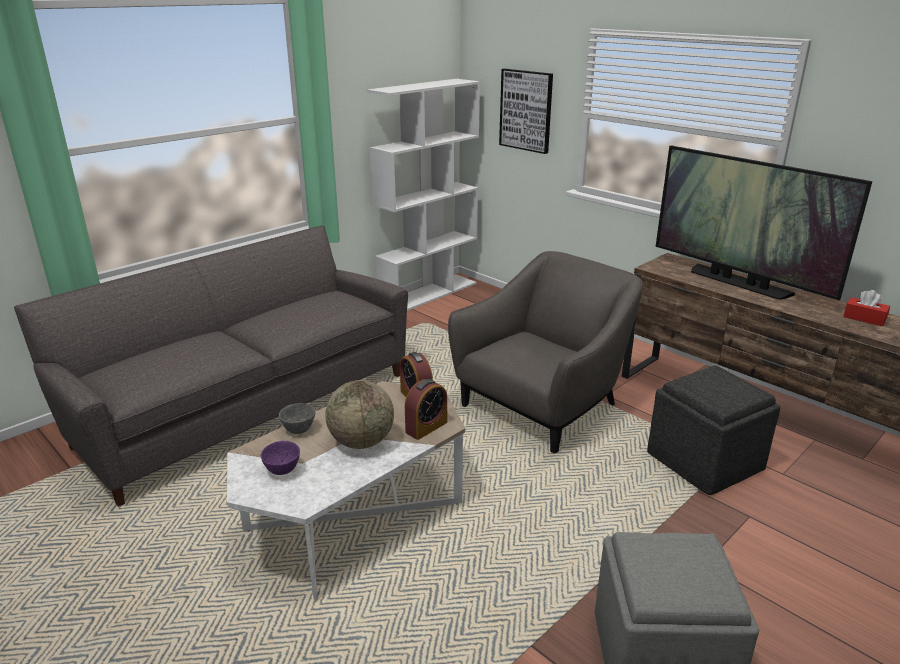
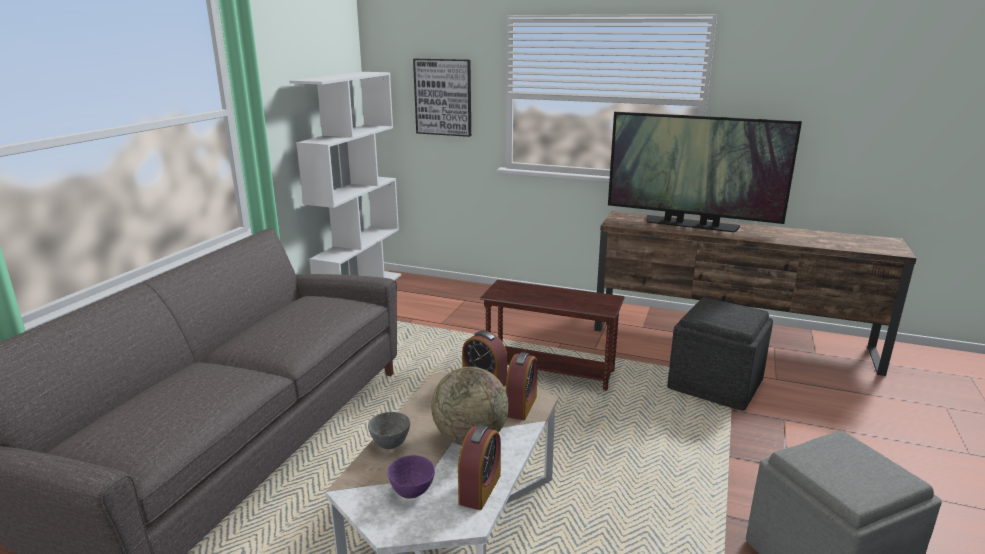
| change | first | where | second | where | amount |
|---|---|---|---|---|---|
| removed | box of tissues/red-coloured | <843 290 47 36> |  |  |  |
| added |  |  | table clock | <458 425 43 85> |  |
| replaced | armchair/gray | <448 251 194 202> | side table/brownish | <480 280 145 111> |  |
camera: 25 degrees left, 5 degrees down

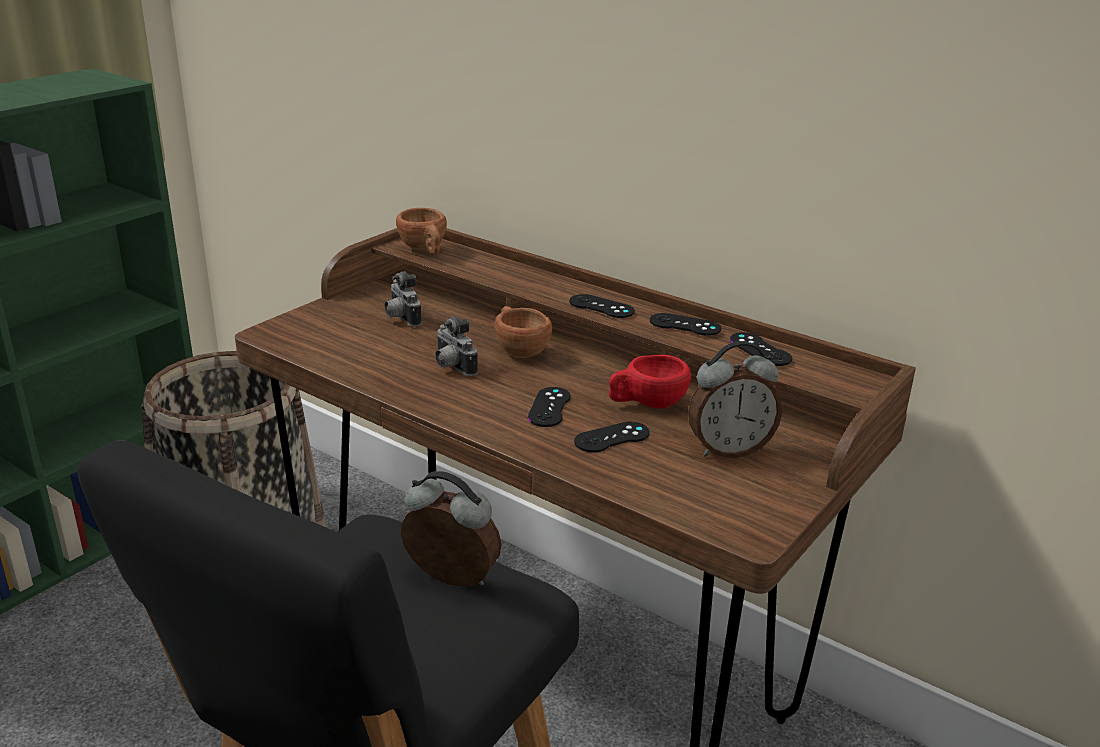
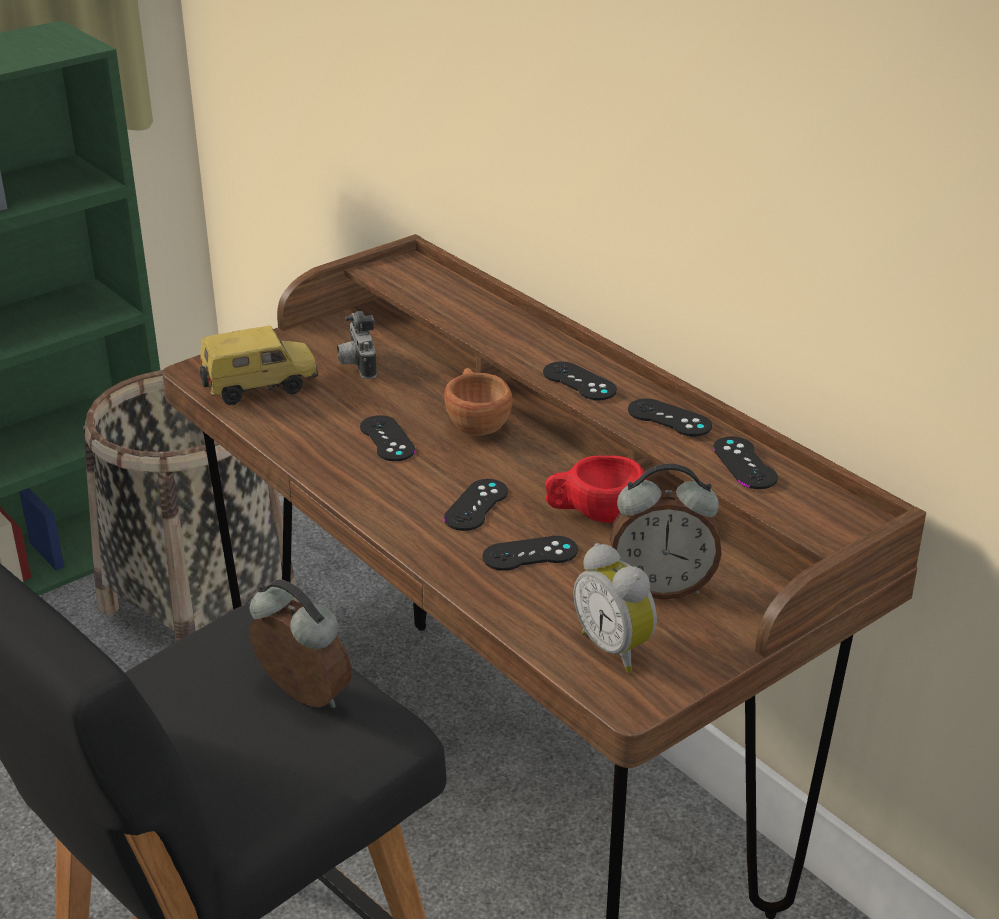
| change | first | where | second | where | amount |
|---|---|---|---|---|---|
| removed | small cup/brownish | <396 208 51 47> |  |  |  |
| added |  |  | model car | <200 326 118 79> |  |
| added |  |  | table clock | <573 543 84 129> |  |
| replaced | still camera | <435 316 43 60> | joypad/blackish | <360 415 55 46> |  |
camera: 15 degrees right, 5 degrees up

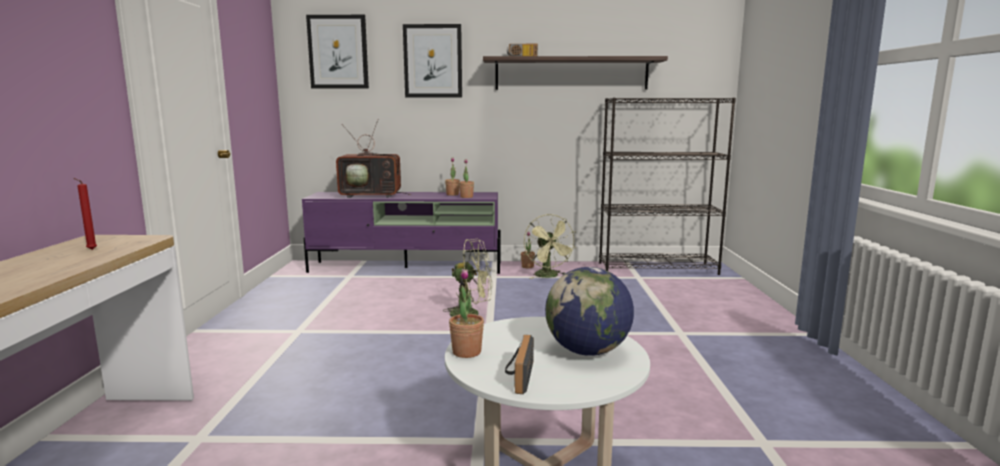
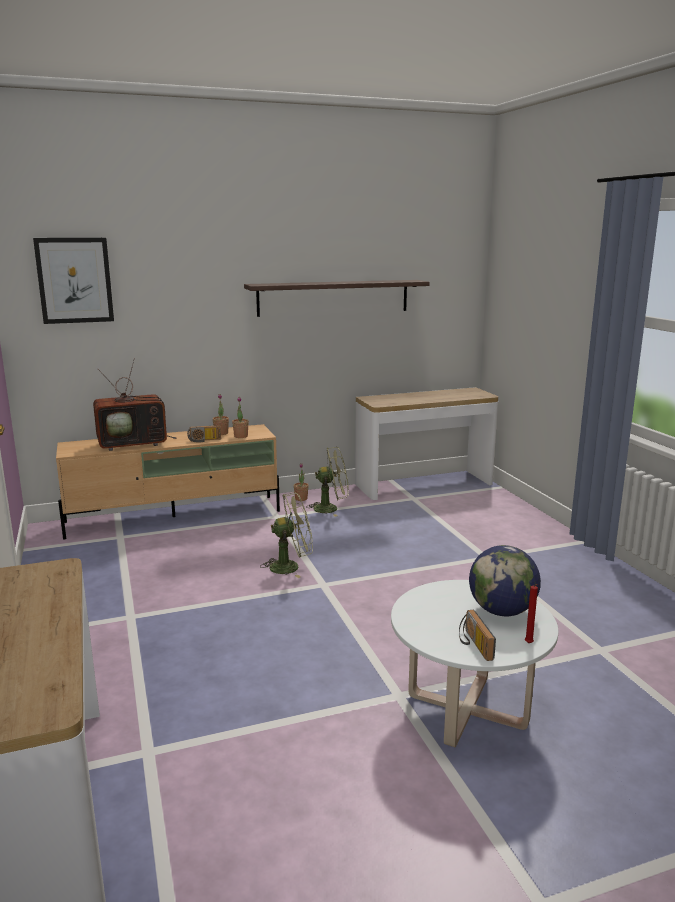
| change | first | where | second | where | amount |
|---|---|---|---|---|---|
| removed | picture | <403 24 59 74> |  |  |  |
| removed | plant in a pot | <449 269 35 89> |  |  |  |
| moved | wax light/red-coloured | <73 178 24 72> |  | <525 584 13 59> |  |
| moved | radio set | <507 43 31 13> |  | <187 425 34 17> |  |
| replaced | bookcase/blackish | <599 98 137 177> | narrow table | <355 387 143 113> |  |
| recoloured | tv unit/purple-coloured | <302 192 199 82> | tv unit/beige-coloured | <56 424 224 115> |  |
| turned | fan/greenish | <524 214 52 65> |  | <306 447 43 70> | 60 degrees counterclockwise |
camera: 20 degrees left, 5 degrees up

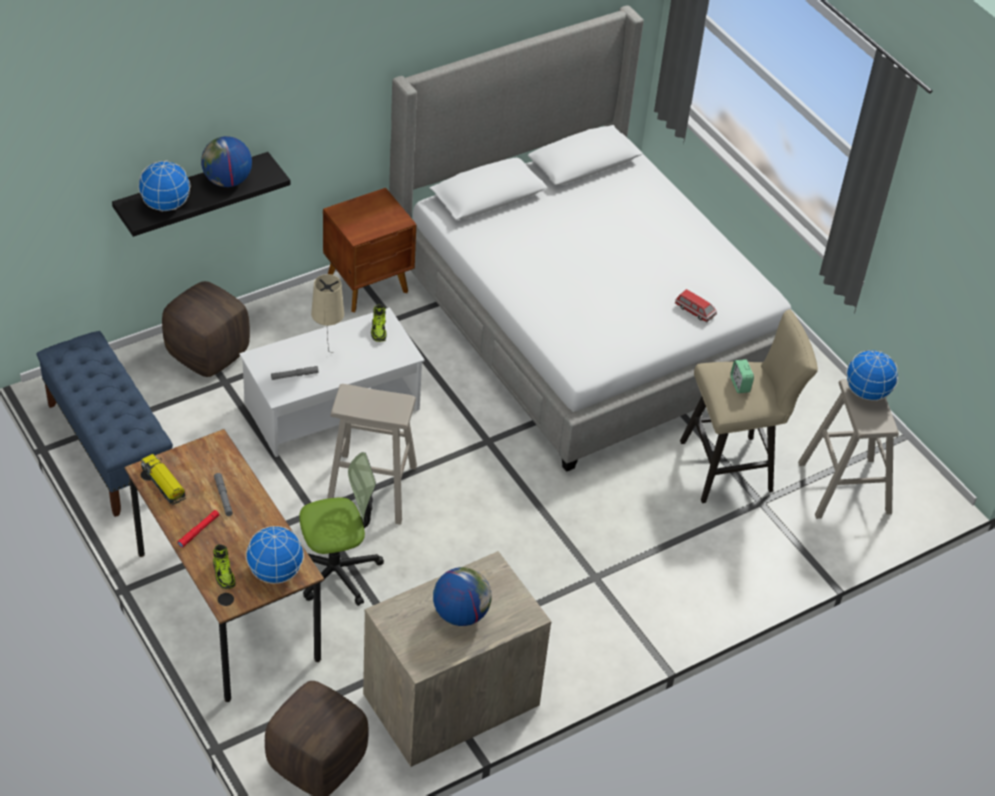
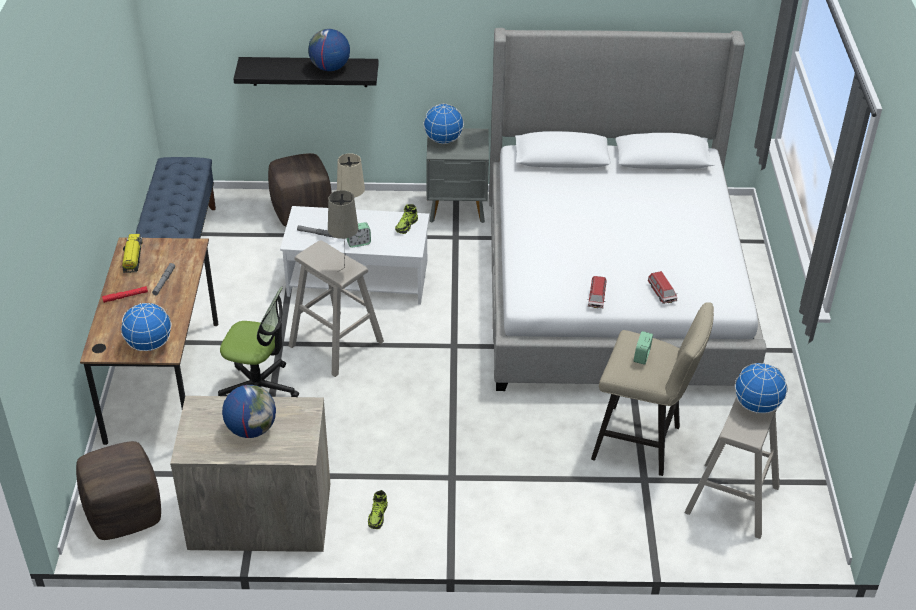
| change | first | where | second | where | amount |
|---|---|---|---|---|---|
| added |  |  | table lamp/beige-coloured | <328 190 30 79> |  |
| added |  |  | table clock | <347 222 24 26> |  |
| added |  |  | model car | <587 276 20 32> |  |
| moved | world globe | <138 160 52 52> |  | <424 103 40 41> |  |
| moved | low shoe | <213 544 23 45> |  | <368 490 20 39> |  |
| recoloured | night table/brownish | <323 188 94 124> | night table/gray | <426 128 63 95> |  |
camera: 35 degrees right, 5 degrees down

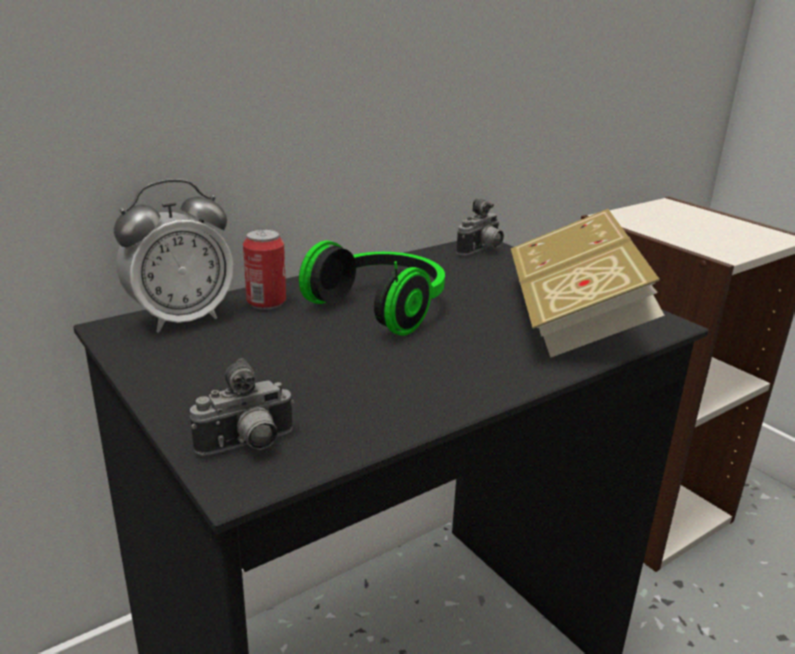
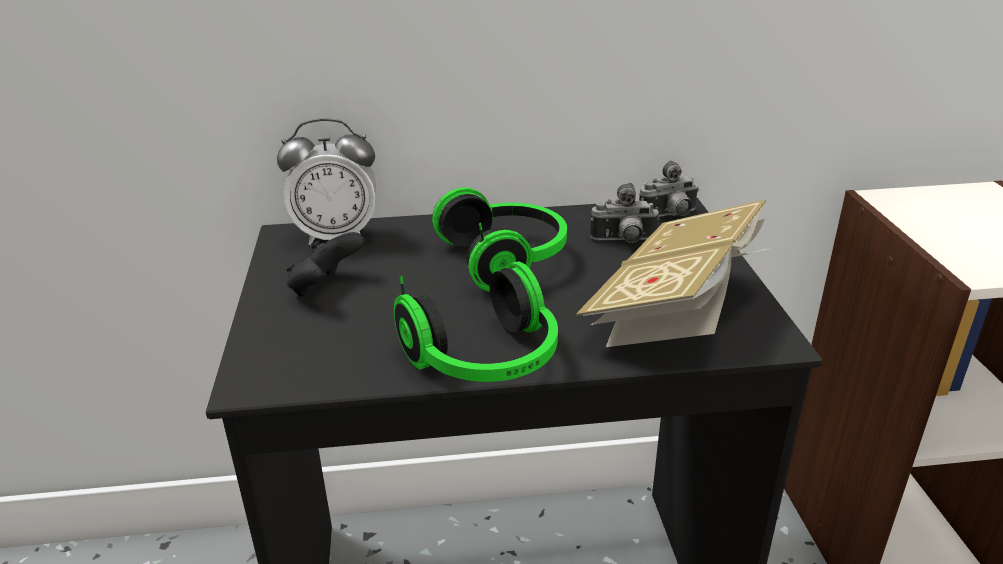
| change | first | where | second | where | amount |
|---|---|---|---|---|---|
| removed | metal can | <243 229 43 81> |  |  |  |
| added |  |  | joypad/blackish | <287 232 78 65> |  |
| added |  |  | pair of headphones | <394 261 164 121> |  |
| moved | still camera | <190 358 104 97> |  | <590 183 70 60> |  |
camera: 30 degrees right, 5 degrees up

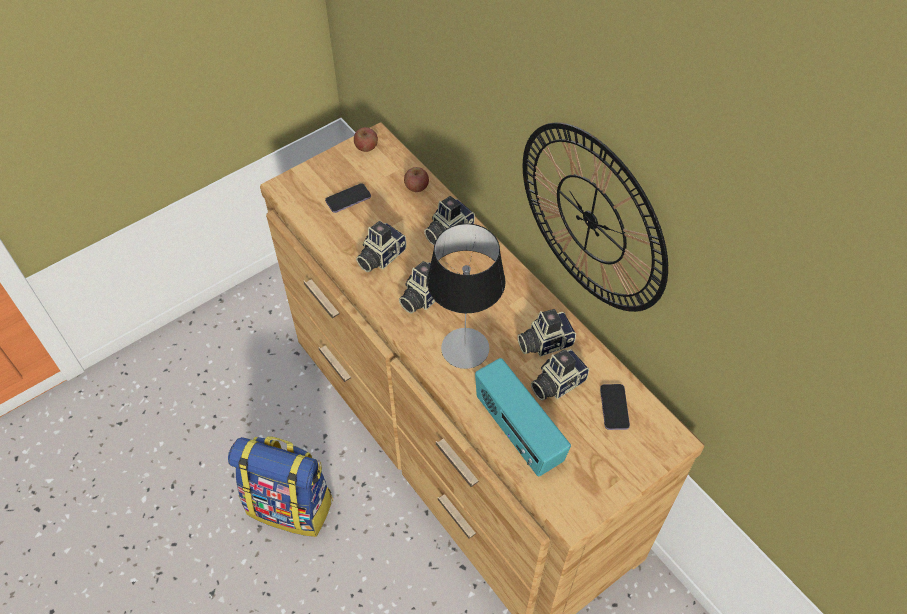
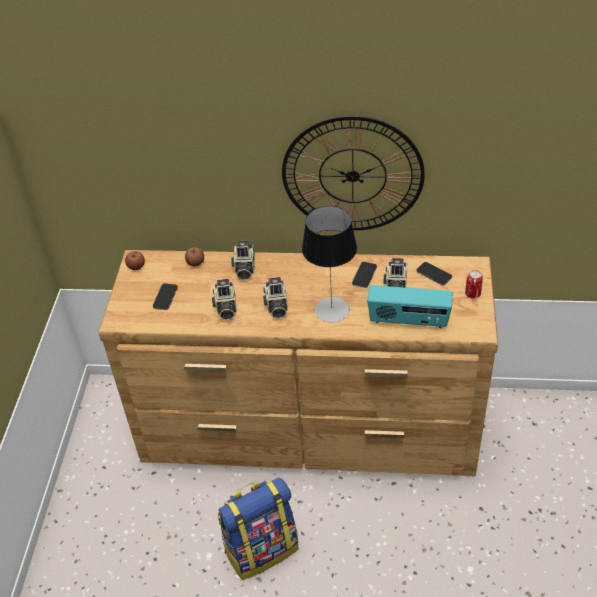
| change | first | where | second | where | amount |
|---|---|---|---|---|---|
| added |  |  | metal can | <465 270 18 29> |  |
| replaced | still camera | <517 309 59 48> | telephone | <352 262 25 26> |  |
camera: 45 degrees left, 10 degrees down

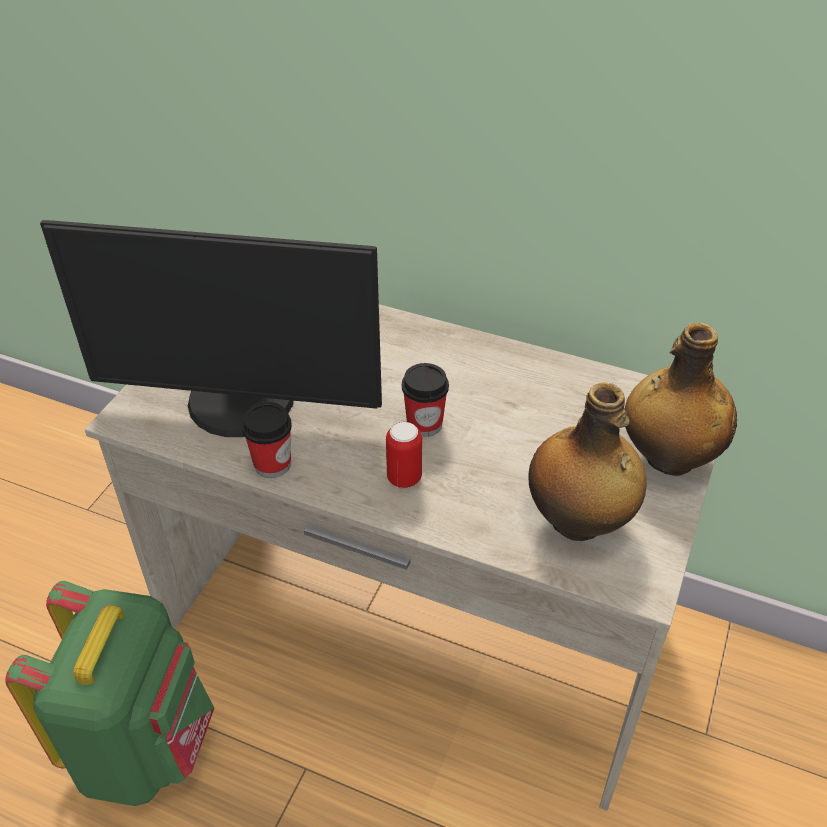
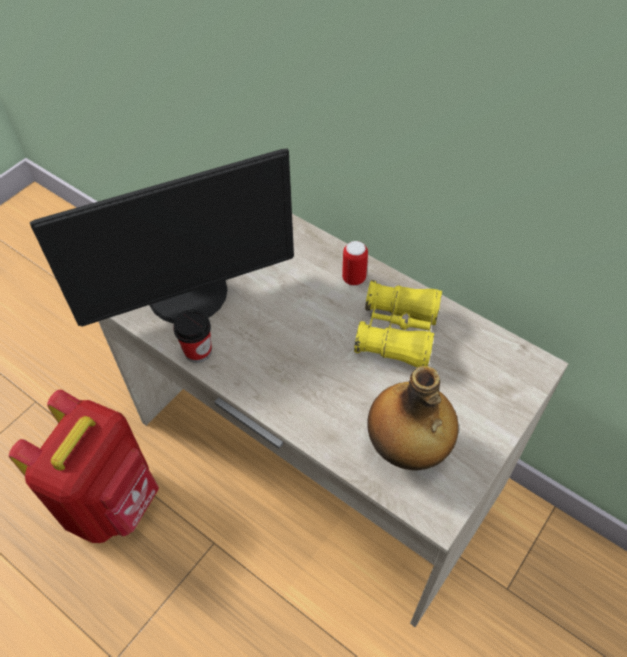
| change | first | where | second | where | amount |
|---|---|---|---|---|---|
| removed | small cup | <402 363 47 74> |  |  |  |
| removed | beverage bottle | <625 322 112 154> |  |  |  |
| added |  |  | binoculars/yellowish | <354 280 88 87> |  |
| moved | metal can | <386 422 36 66> |  | <342 241 26 45> |  |
| recoloured | rucksack/greenish | <5 581 209 225> | rucksack/red-coloured | <9 390 150 153> |  |
| turned | monitor | <40 220 342 217> |  | <30 149 264 178> | 45 degrees counterclockwise |
camera: 15 degrees right, 10 degrees up

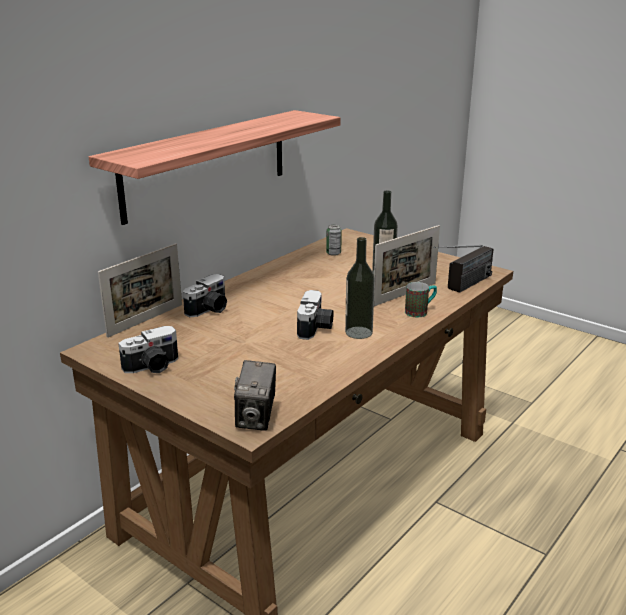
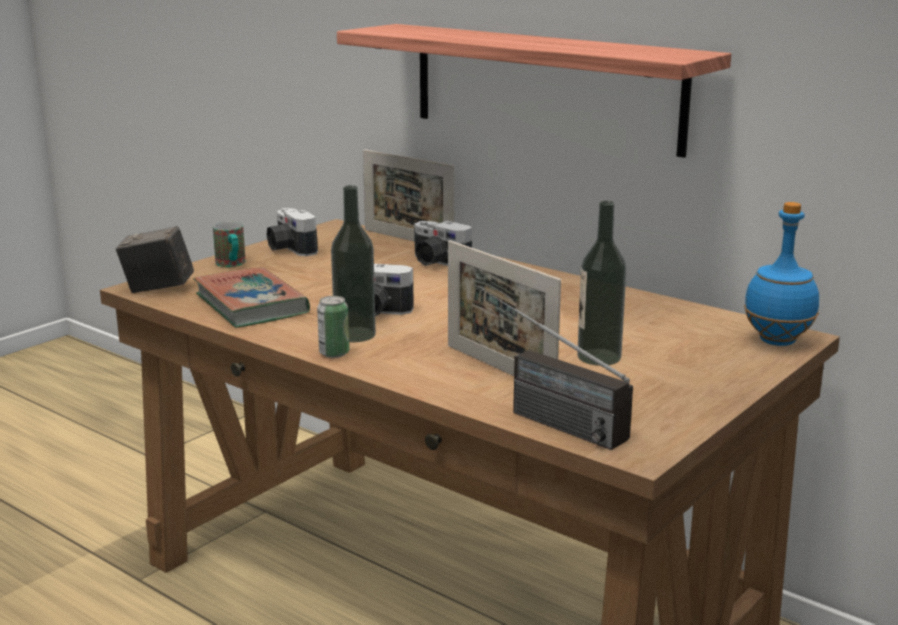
| change | first | where | second | where | amount |
|---|---|---|---|---|---|
| added |  |  | bound book | <194 267 116 61> |  |
| added |  |  | beverage bottle/blue | <744 202 75 144> |  |
| moved | metal can | <326 225 16 31> |  | <317 296 32 62> |  |
| moved | mug | <405 282 32 35> |  | <213 222 33 45> |  |
camera: 90 degrees right, 5 degrees down

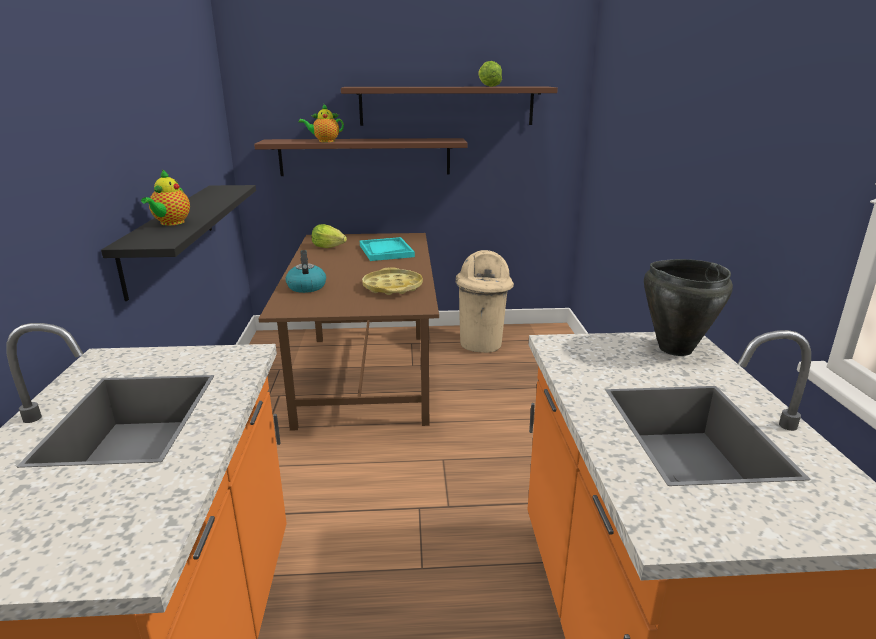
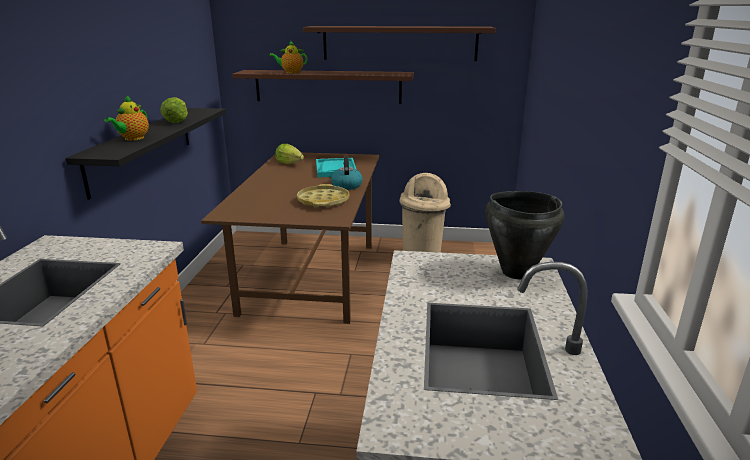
| change | first | where | second | where | amount |
|---|---|---|---|---|---|
| moved | water kettle | <286 250 40 43> |  | <331 156 32 34> |  |
| moved | head of lettuce | <479 61 23 26> |  | <160 97 28 26> |  |
camera: 10 degrees right, 0 degrees up

